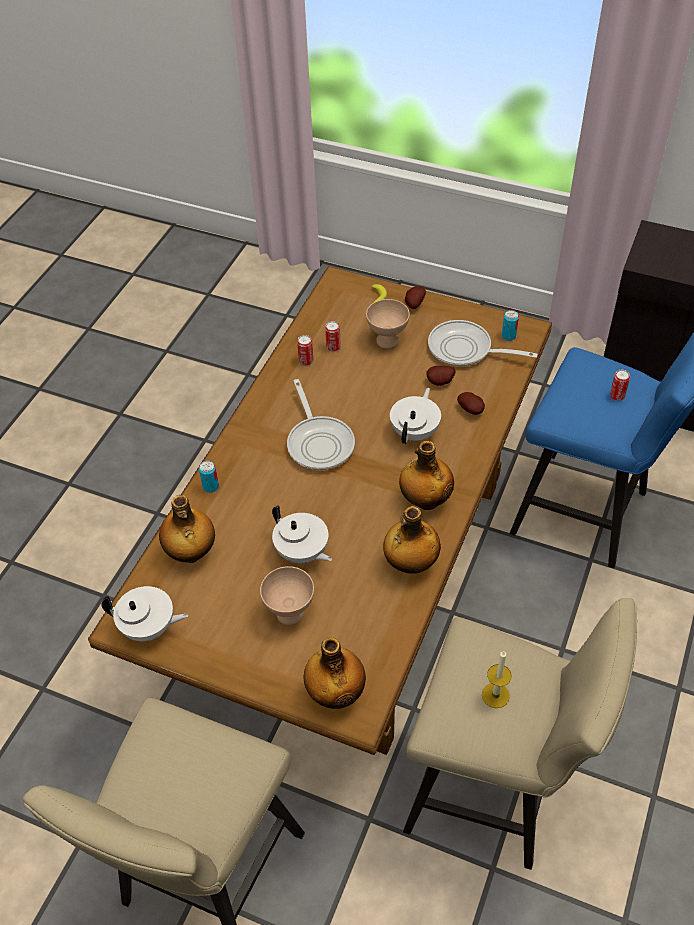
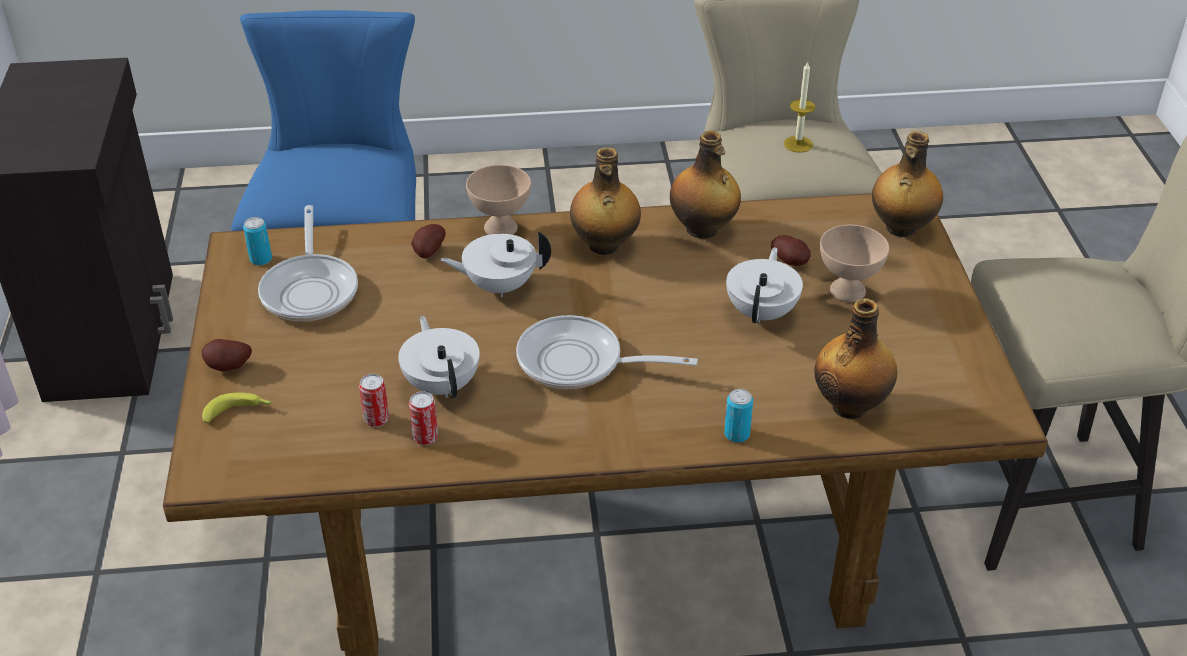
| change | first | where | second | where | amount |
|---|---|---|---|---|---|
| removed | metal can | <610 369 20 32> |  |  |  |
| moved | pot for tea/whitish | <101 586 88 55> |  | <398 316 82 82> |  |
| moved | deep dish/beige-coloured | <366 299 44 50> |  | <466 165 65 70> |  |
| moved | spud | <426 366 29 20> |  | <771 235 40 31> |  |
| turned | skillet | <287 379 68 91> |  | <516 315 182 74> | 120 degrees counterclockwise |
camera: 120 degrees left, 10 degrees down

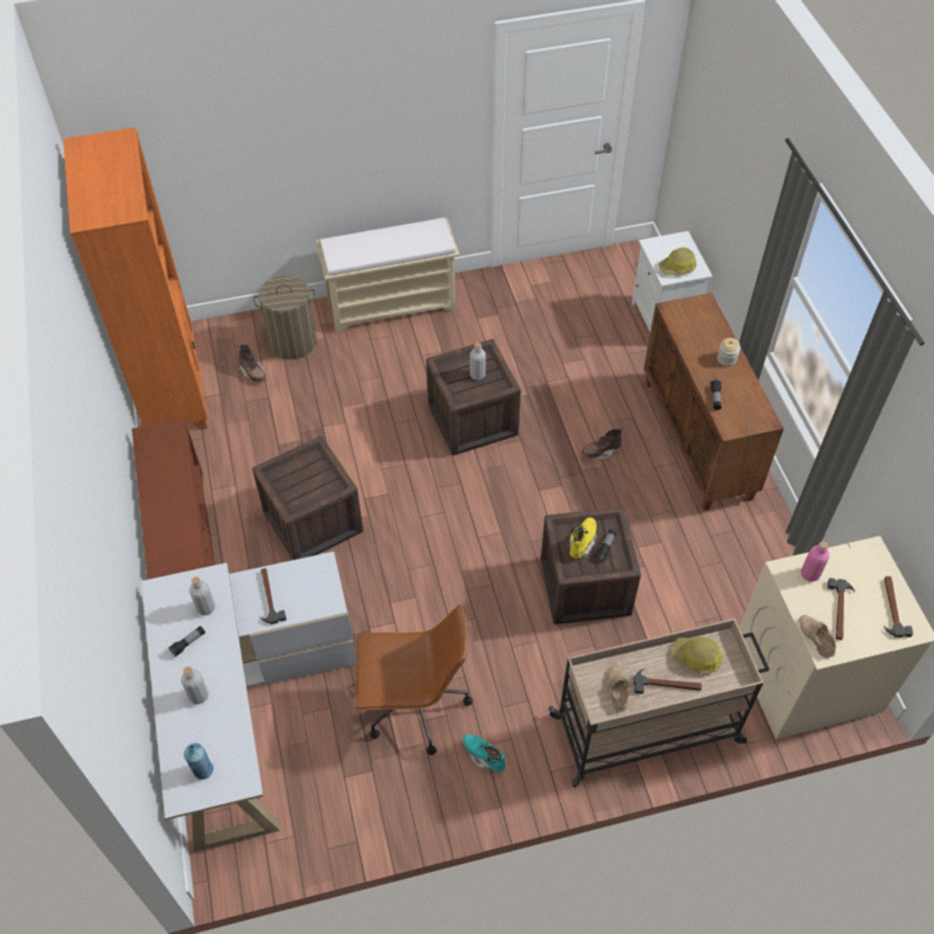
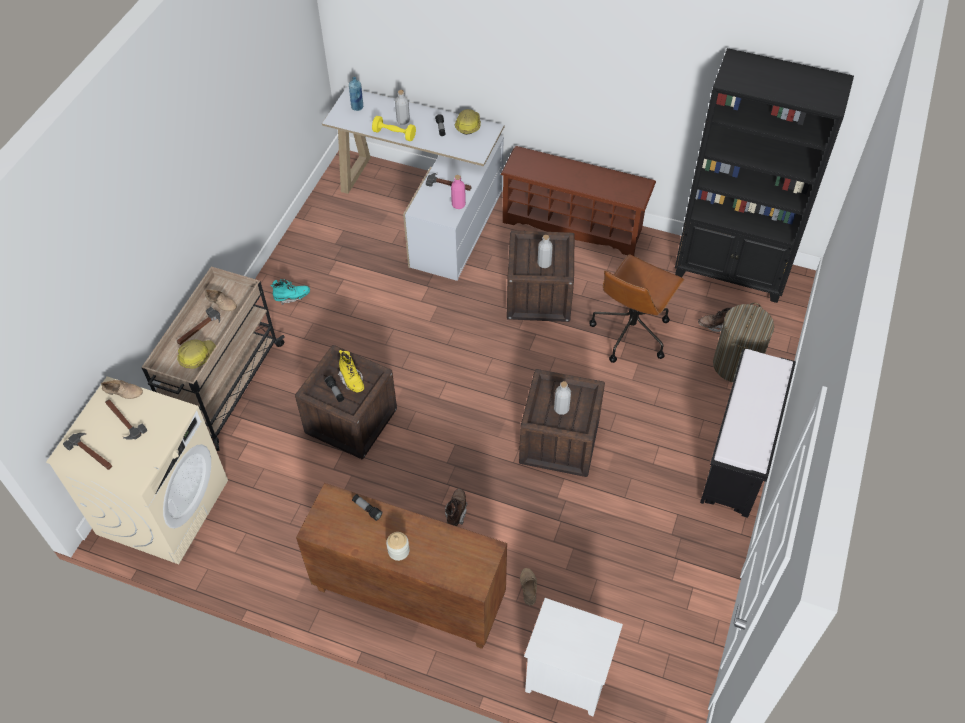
| change | first | where | second | where | amount |
|---|---|---|---|---|---|
| added |  |  | hand weight/yellowish | <372 116 44 25> |  |
| added |  |  | low shoe/beige-coloured | <520 568 17 37> |  |
| moved | beverage bottle/gray | <189 577 26 38> |  | <538 235 15 33> |  |
| moved | desk chair/brownish | <355 605 118 150> |  | <589 254 95 109> |  |
| moved | work helmet | <658 248 39 28> |  | <455 109 26 26> |  |
| moved | beverage bottle/pink-coloured | <801 541 28 41> |  | <451 175 15 34> |  |
| recoloured | bookcase/orangey | <63 127 144 303> | bookcase/blackish | <675 48 179 255> |  |
| recoloured | bench/beige-coloured | <316 217 144 116> | bench/blackish | <700 349 96 169> |  |
camera: 125 degrees right, 0 degrees up

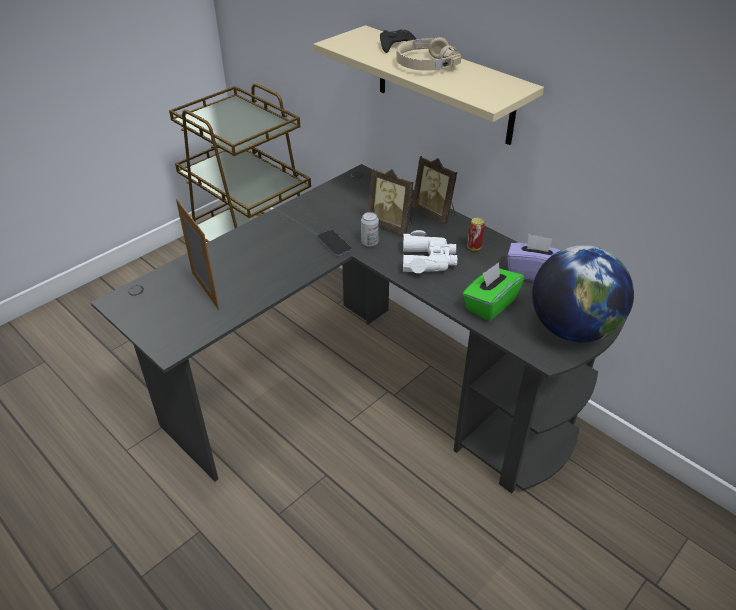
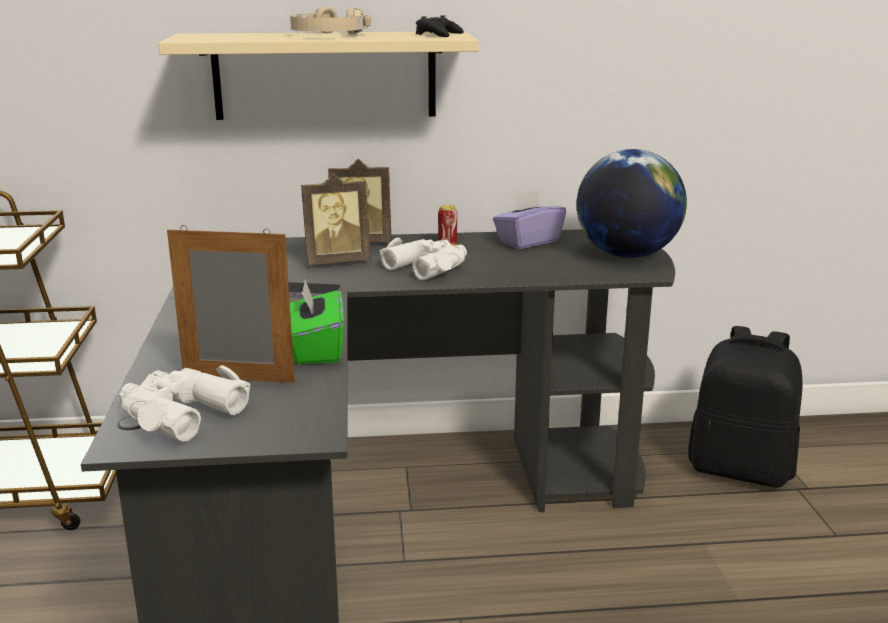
| change | first | where | second | where | amount |
|---|---|---|---|---|---|
| removed | metal can | <361 212 18 35> |  |  |  |
| added |  |  | binoculars/whitish | <119 365 131 77> |  |
| added |  |  | rucksack/blackish | <688 326 115 162> |  |
| moved | joypad/blackish | <380 29 36 24> |  | <416 15 48 22> |  |
| moved | box of tissues/greenish | <462 262 62 59> |  | <290 280 54 85> |  |
camera: 50 degrees left, 20 degrees down

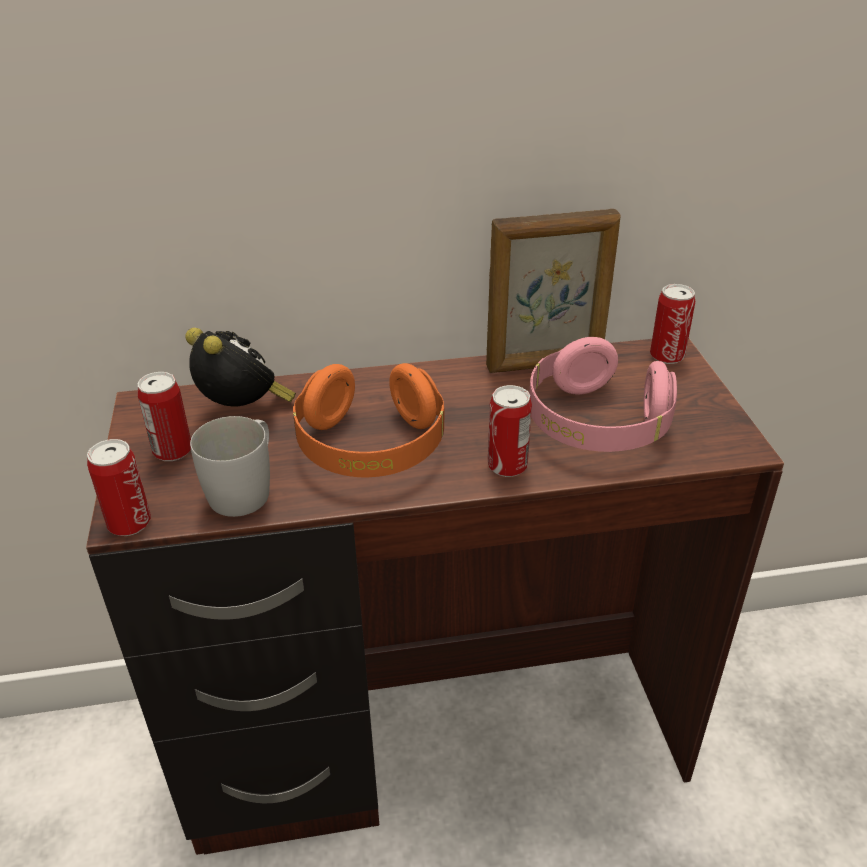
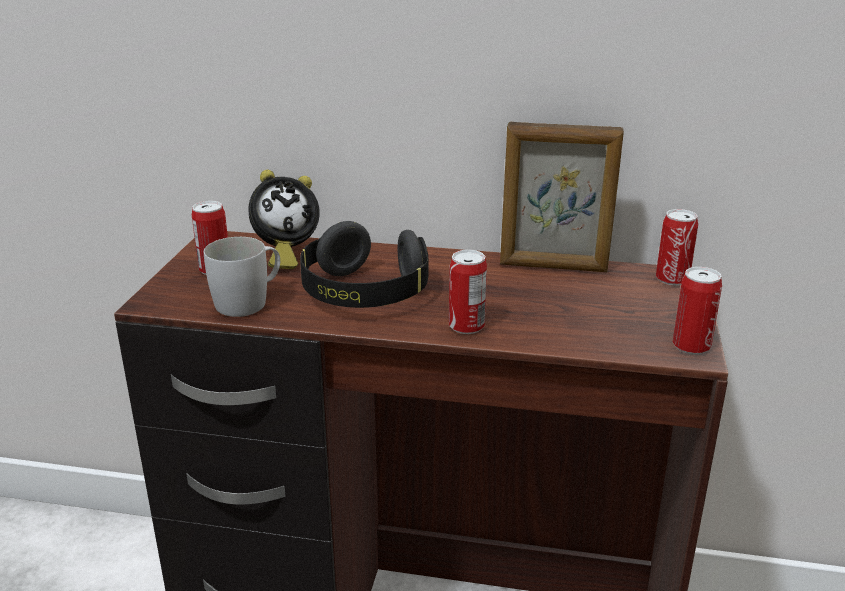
| change | first | where | second | where | amount |
|---|---|---|---|---|---|
| removed | pair of headphones/pink-coloured | <529 337 148 115> |  |  |  |
| moved | metal can | <87 439 64 97> |  | <673 267 49 88> |  |
| recoloured | pair of headphones/orangey | <293 363 152 114> | pair of headphones/blackish | <300 221 129 87> |  |
| turned | table clock | <185 328 111 78> |  | <248 170 72 99> | 90 degrees clockwise |
camera: 20 degrees right, 10 degrees down

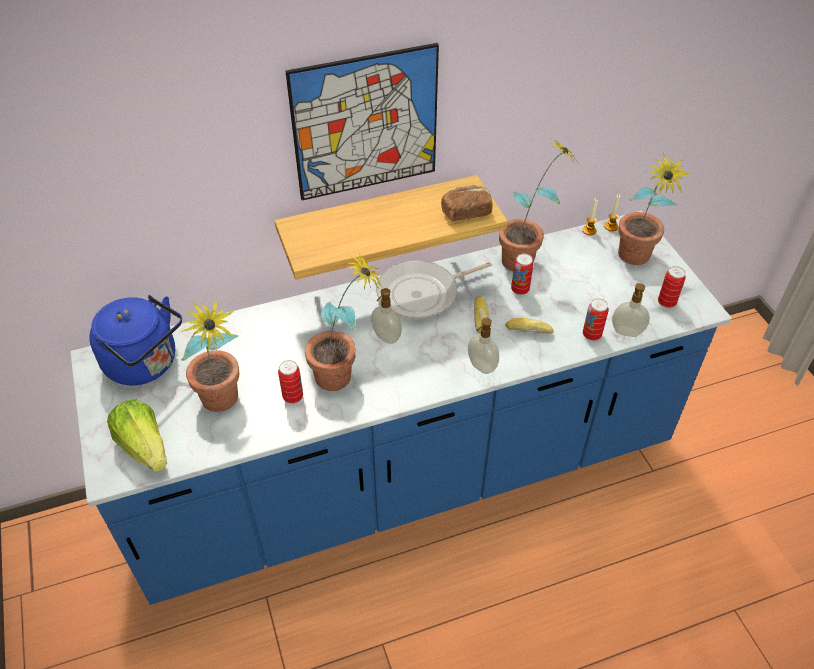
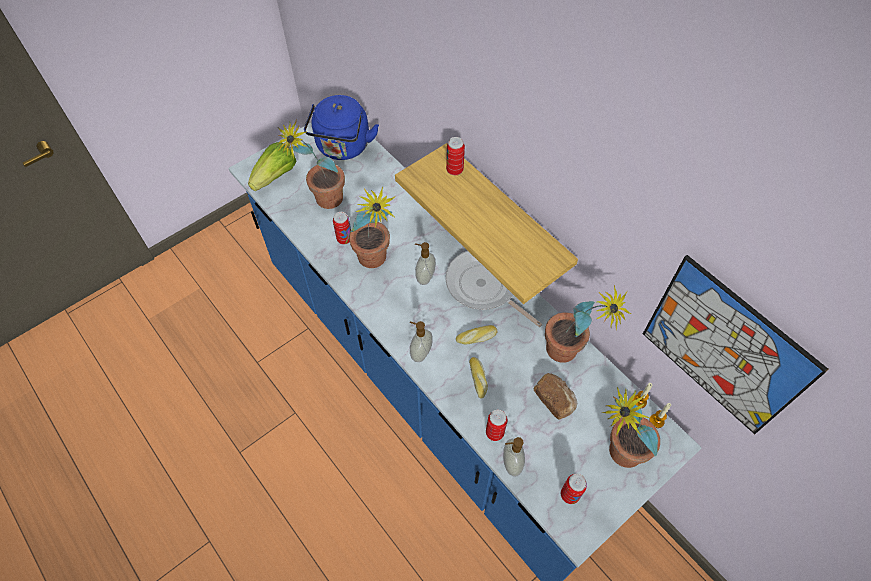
| change | first | where | second | where | amount |
|---|---|---|---|---|---|
| moved | picture | <286 43 153 157> |  | <643 255 186 179> |  |
| moved | baked bread | <441 185 52 36> |  | <534 373 43 47> |  |
| moved | metal can | <511 254 23 41> |  | <446 137 19 38> |  |
camera: 70 degrees right, 10 degrees up

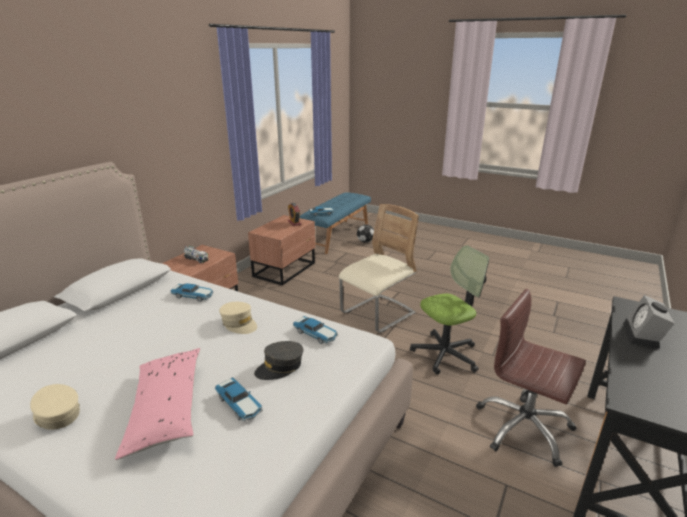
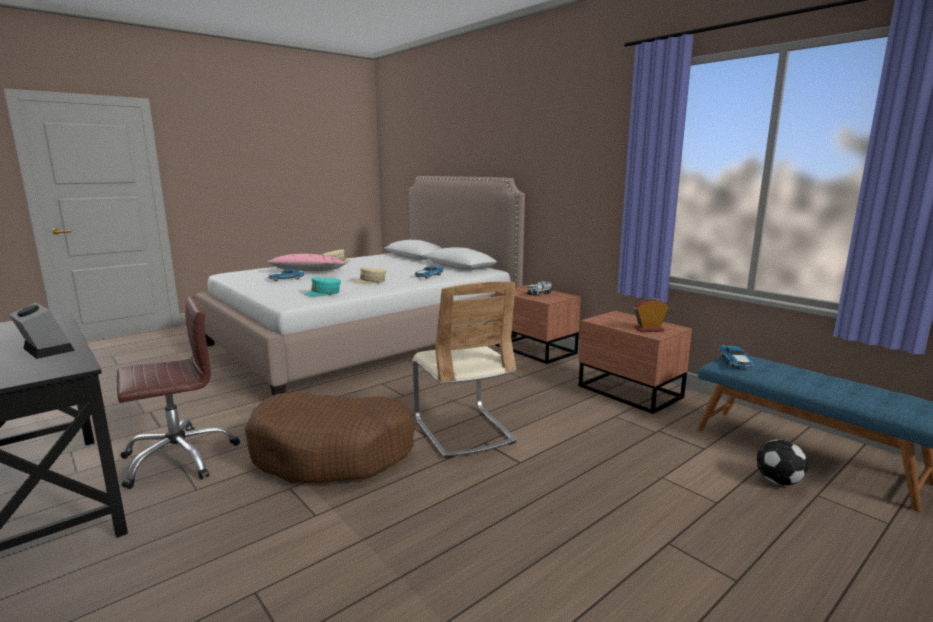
| change | first | where | second | where | amount |
|---|---|---|---|---|---|
| removed | cap/gray | <254 341 49 39> |  |  |  |
| replaced | model car | <293 316 45 28> | cap/turquoise | <304 278 37 18> |  |
| replaced | desk chair | <410 245 79 130> | pet bed/brownish | <245 392 170 91> |  |
camera: 110 degrees right, 10 degrees down

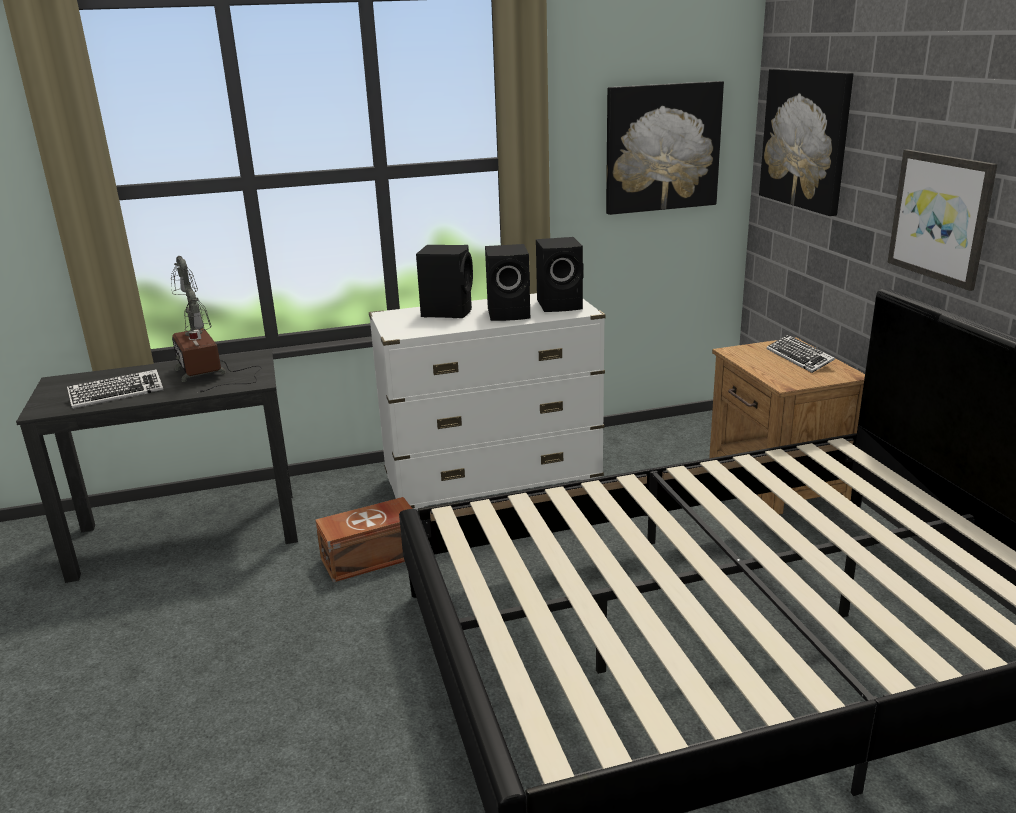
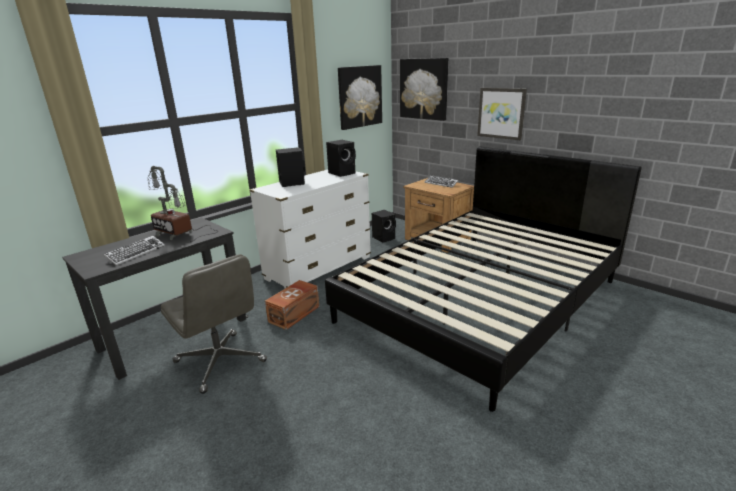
| change | first | where | second | where | amount |
|---|---|---|---|---|---|
| added |  |  | desk chair/gray | <161 254 106 140> |  |
| moved | speaker/blackish | <485 244 45 77> |  | <372 210 24 32> |  |
camera: 30 degrees left, 0 degrees up

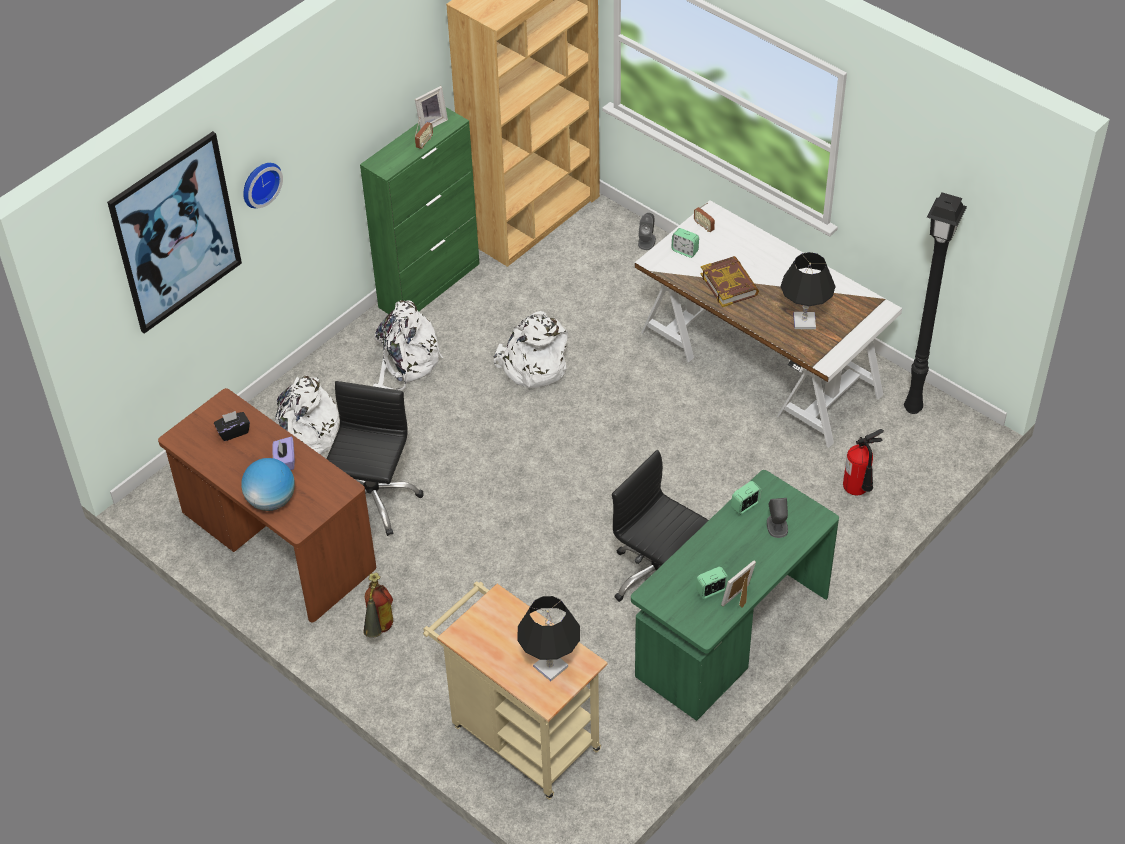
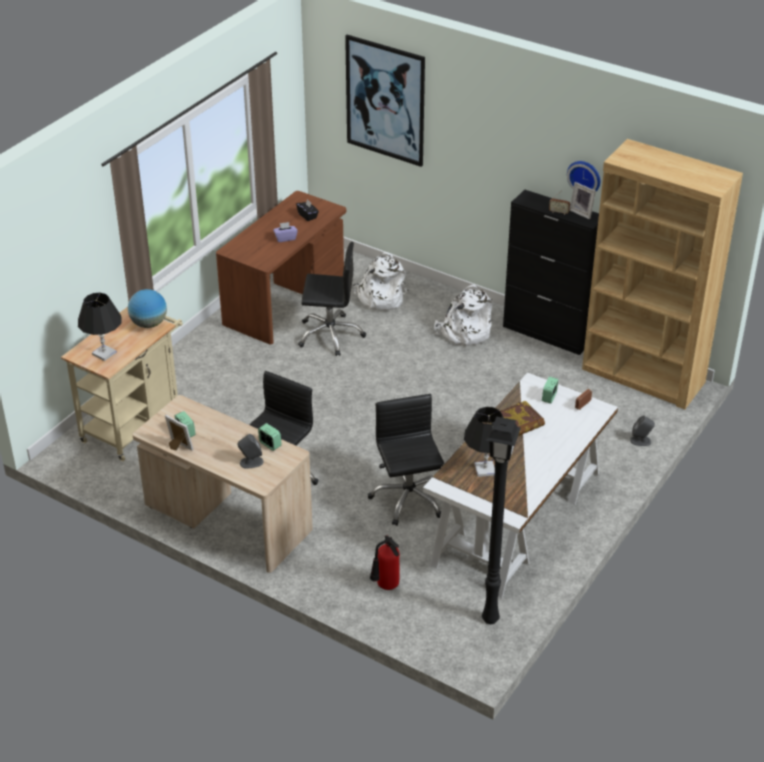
| change | first | where | second | where | amount |
|---|---|---|---|---|---|
| removed | extinguisher | <363 573 30 65> |  |  |  |
| removed | rucksack/whitish | <494 311 74 77> |  |  |  |
| added |  |  | desk chair/blackish | <368 394 76 132> |  |
| moved | world globe | <241 458 54 53> |  | <128 289 39 39> |  |
| moved | wall clock | <243 163 40 45> |  | <567 161 33 30> |  |
| recoloured | cabinet/greenish | <360 107 120 207> | cabinet/blackish | <503 190 96 165> |  |
| recoloured | desk table/greenish | <631 470 208 251> | desk table/beige-coloured | <132 395 181 178> |  |
camera: 80 degrees right, 10 degrees down

